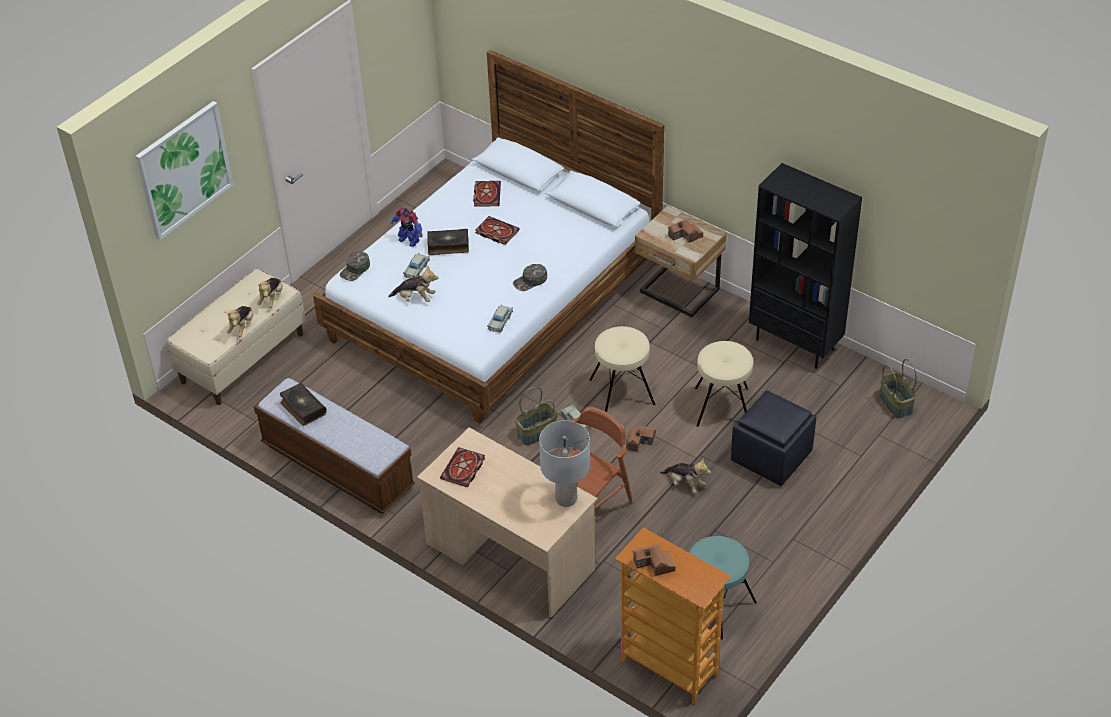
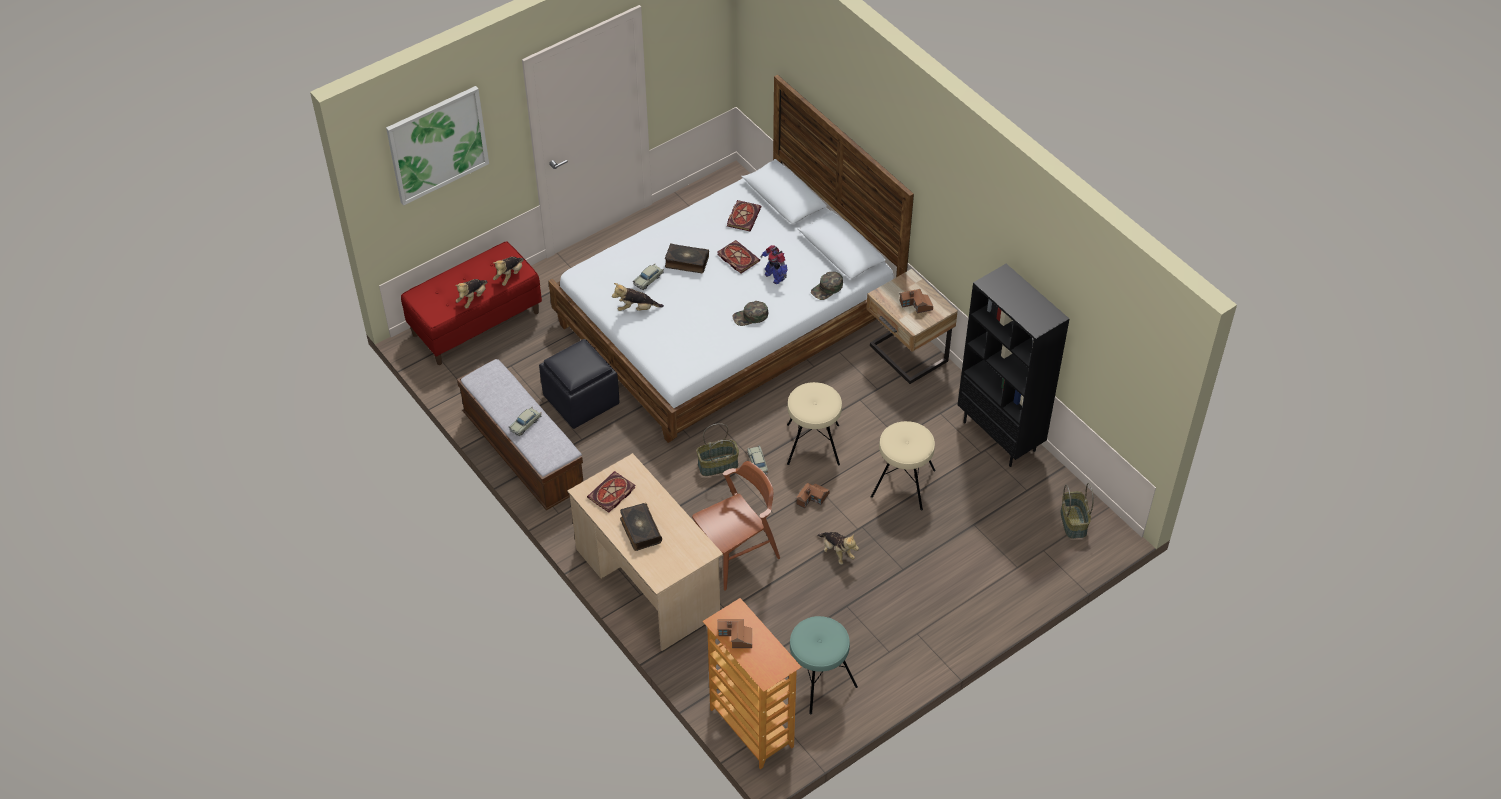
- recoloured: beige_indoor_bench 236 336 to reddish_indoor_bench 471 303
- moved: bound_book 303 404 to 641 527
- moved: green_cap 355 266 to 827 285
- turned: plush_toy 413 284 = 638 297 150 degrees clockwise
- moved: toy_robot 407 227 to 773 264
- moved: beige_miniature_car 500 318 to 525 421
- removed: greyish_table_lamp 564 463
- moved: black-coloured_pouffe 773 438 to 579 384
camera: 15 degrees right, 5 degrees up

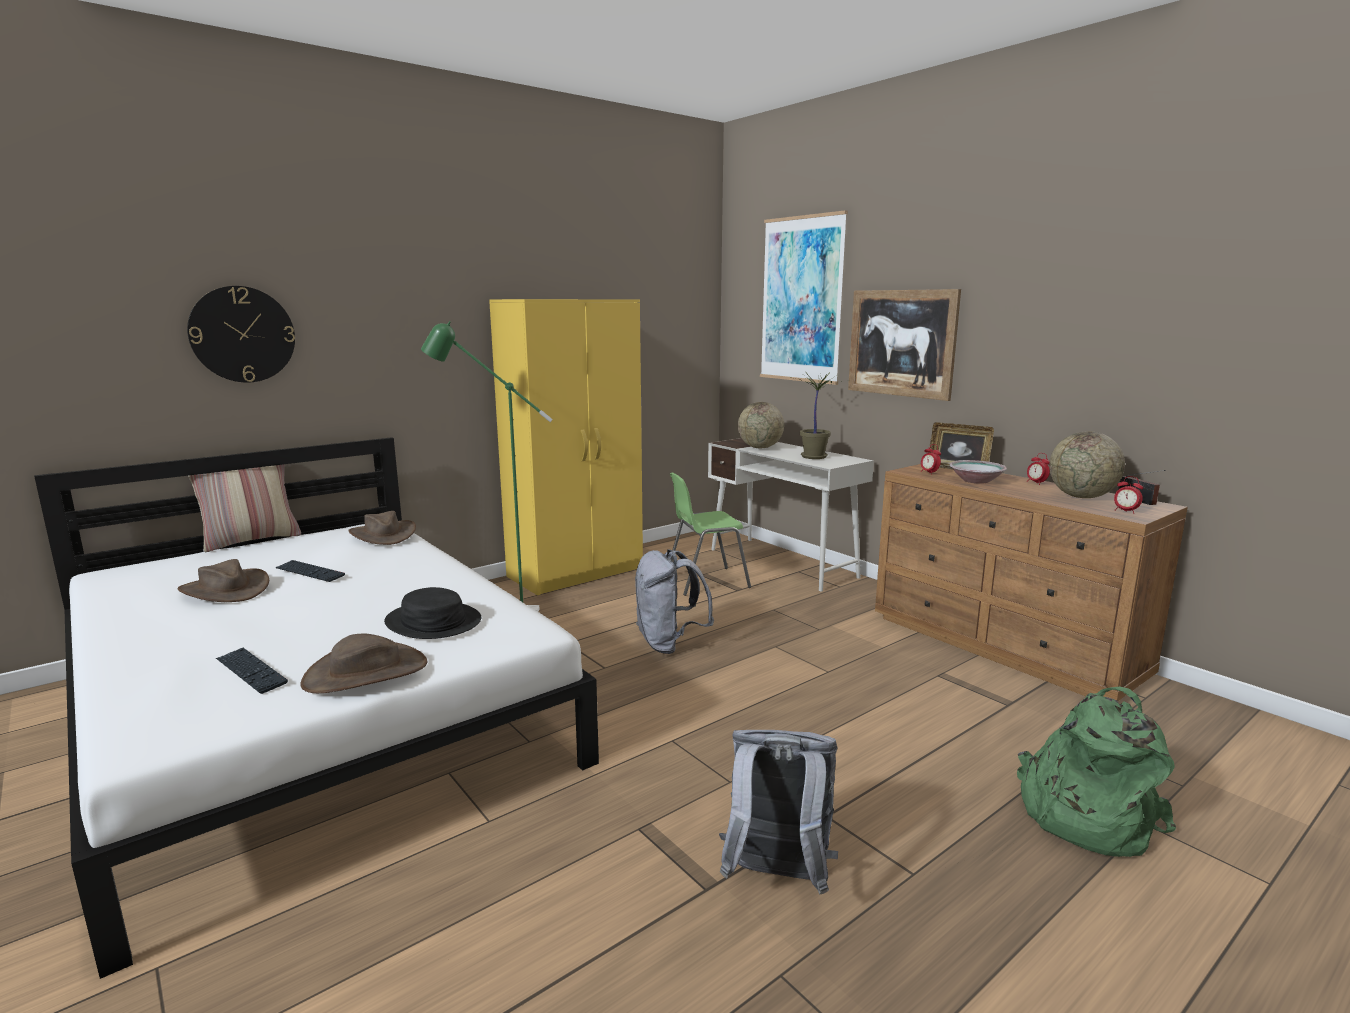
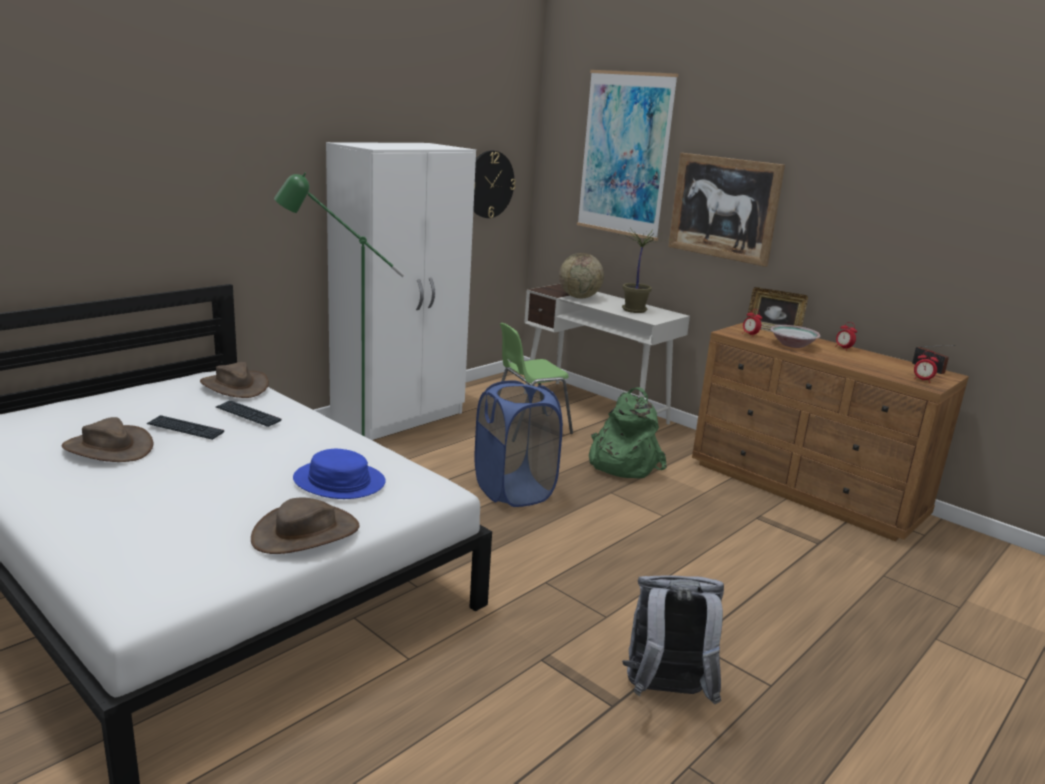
- moved: wall_clock 241 334 to 494 184
- removed: pillow 244 508
- moved: keyboard 252 671 to 248 413
- recoloured: black-coloured_clothing_hat 432 613 to blue_clothing_hat 339 474
- recoloured: yellowish_clothes_cupboard 566 447 to whitish_clothes_cupboard 401 291
- replaced: greyish_backpack 674 601 to blue_laundry_basket 519 443
- moved: green_backpack 1096 772 to 628 432
- removed: desk_globe 1087 464
camera: 10 degrees left, 5 degrees up

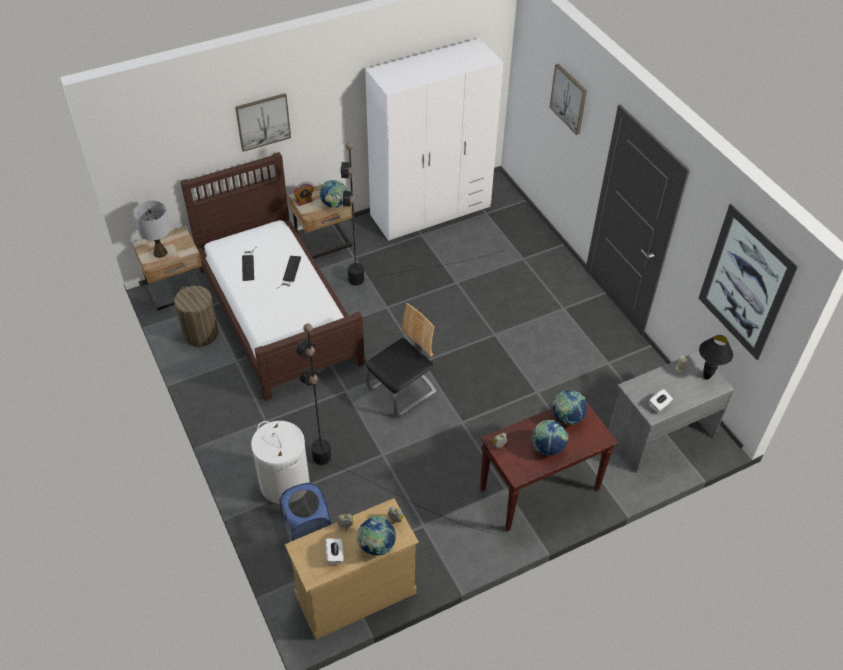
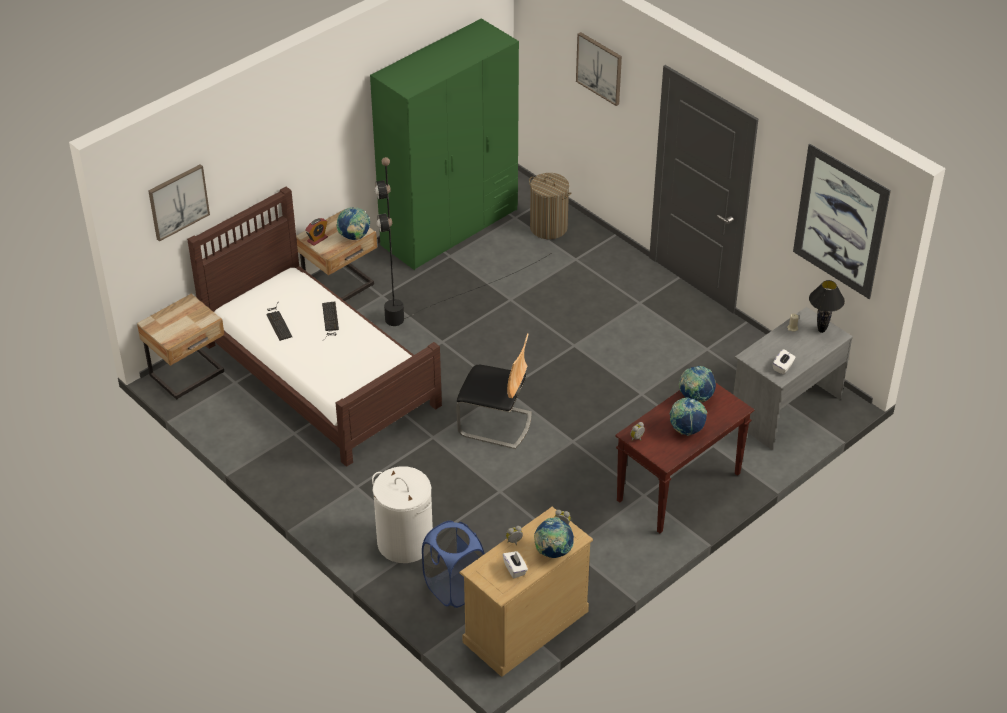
- removed: greyish_table_lamp 151 229
- moved: laundry_basket 196 316 to 550 206
- moved: picture 263 122 to 179 203
- removed: black-coloured_floor_lamp 393 428
- recoloured: whitish_clothes_cupboard 434 139 to green_clothes_cupboard 444 144
- turned: upright_chair 401 360 = 494 391 75 degrees clockwise
camera: 15 degrees left, 5 degrees down

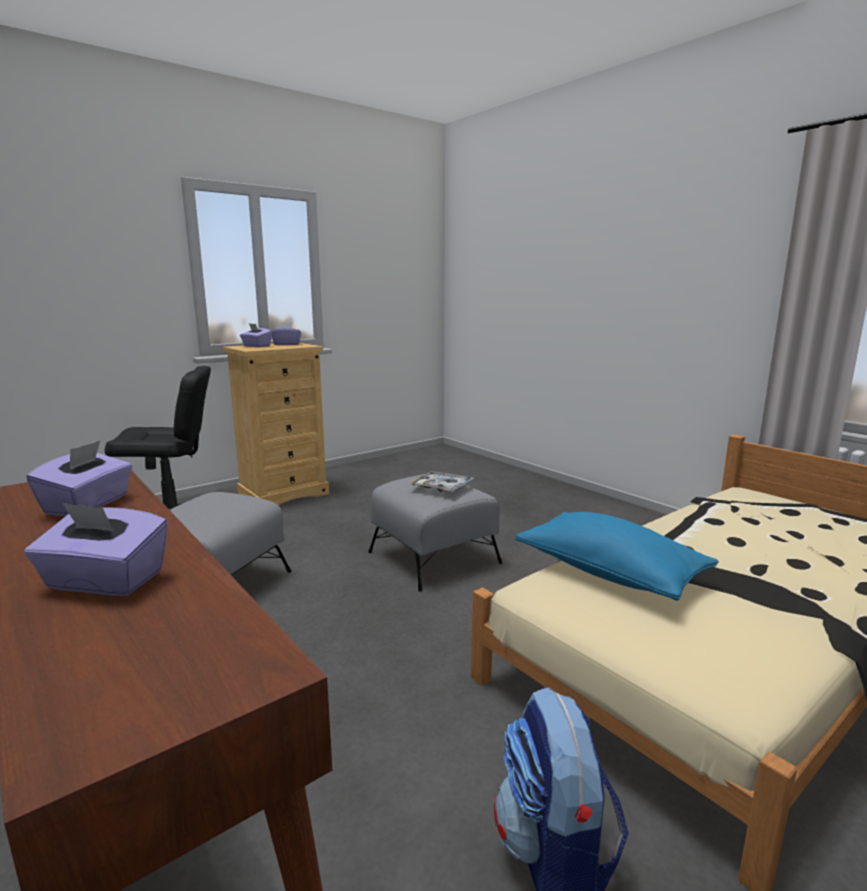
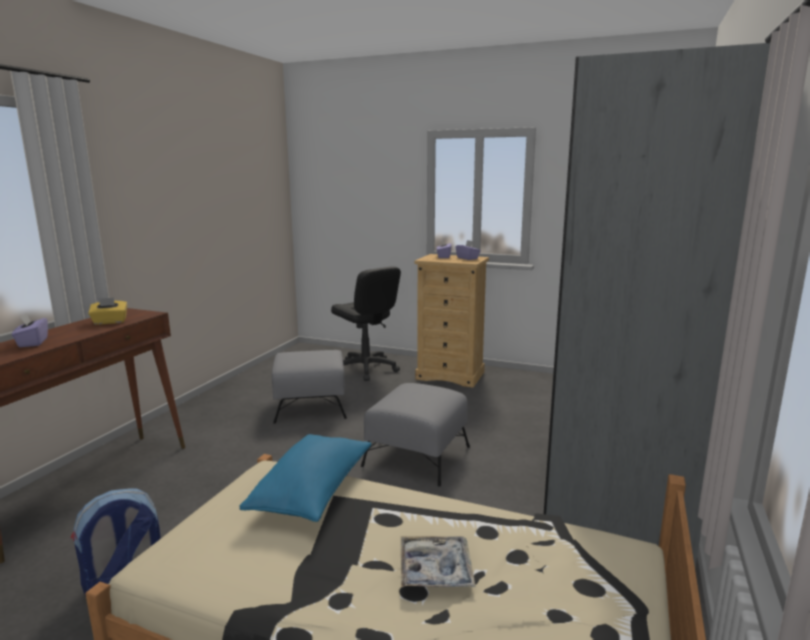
- recoloured: purple-coloured_tissue_box 79 478 to yellowish_tissue_box 108 311
- moved: serving_tray 441 482 to 438 561
- added: greyish_clothes_cupboard 657 305
camera: 60 degrees right, 0 degrees up

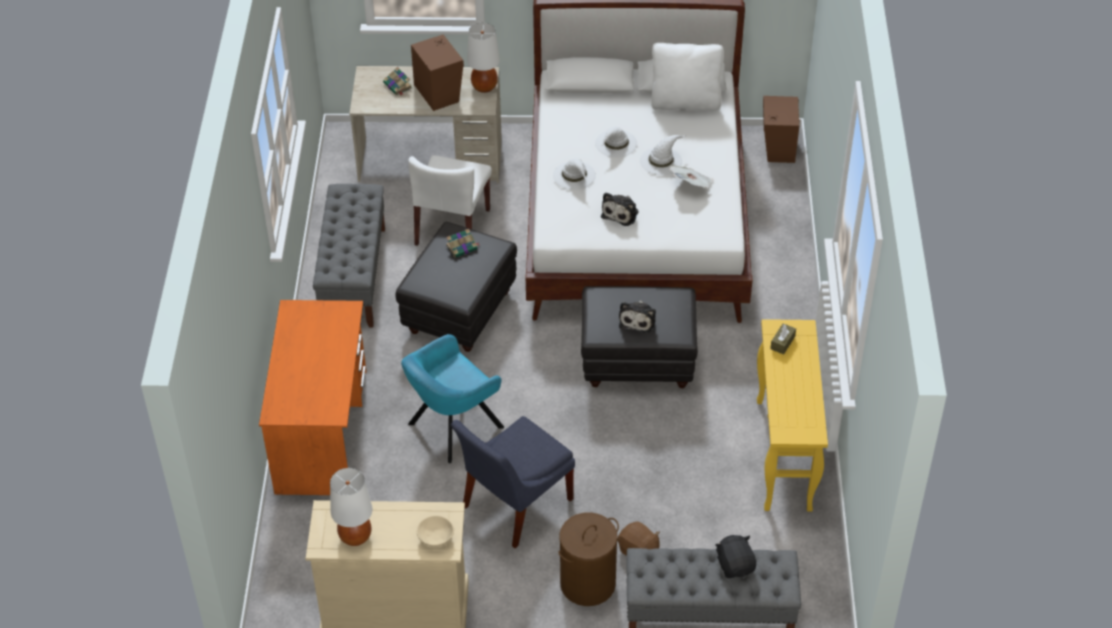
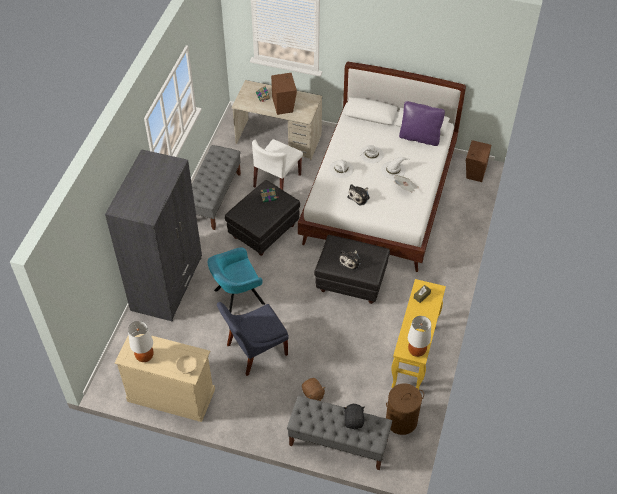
- replaced: orangey_desk 312 397 to greyish_clothes_cupboard 153 235
- moved: whitish_table_lamp 483 58 to 419 336
- moved: brown_laundry_basket 588 559 to 405 409
- recoloured: whitish_pillow 687 77 to purple-coloured_pillow 422 123
camera: 15 degrees right, 5 degrees up

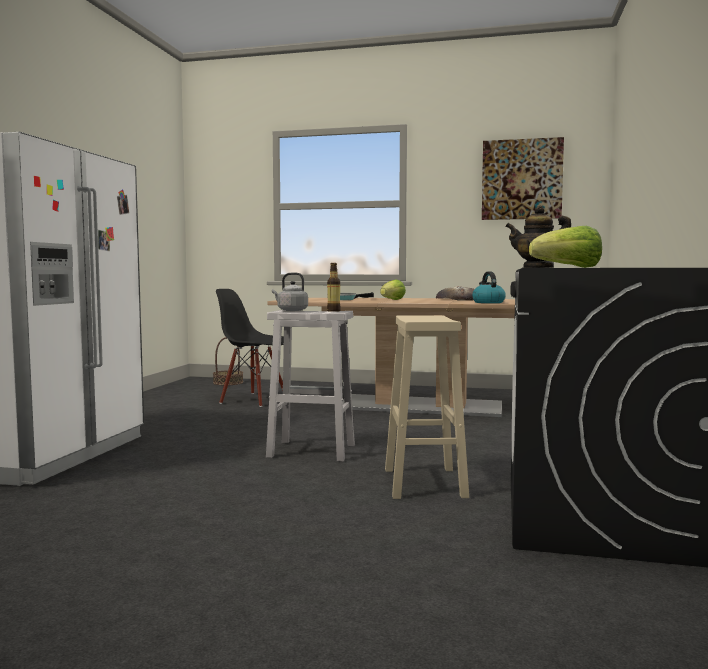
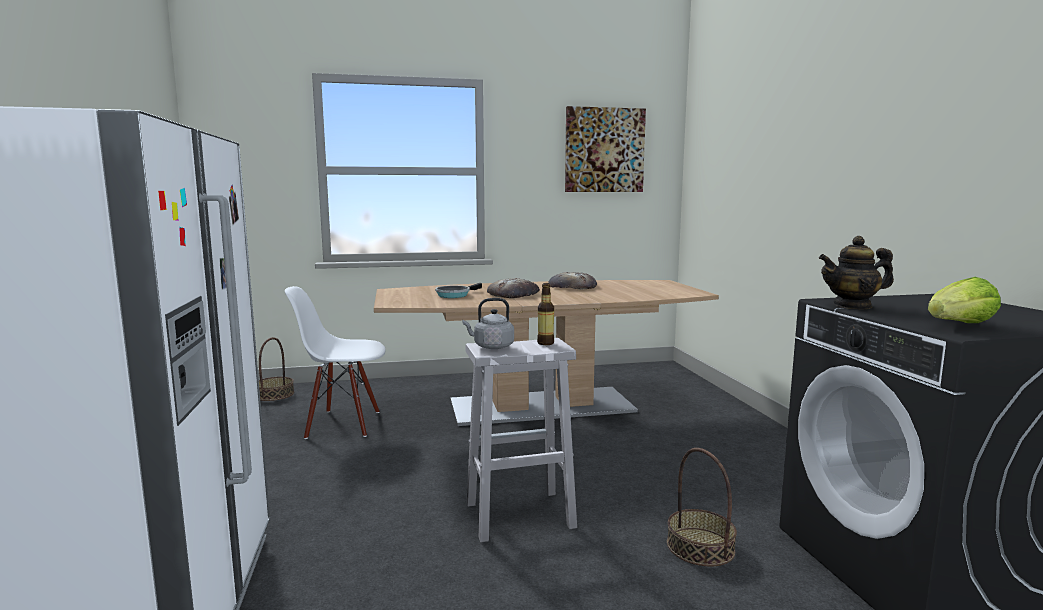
- recoloured: black-coloured_upright_chair 250 348 to whitish_upright_chair 335 362
- replaced: lettuce_head 393 290 to bakery_bread 513 288
- replaced: beige_stool_seat 427 407 to household_basket 702 507
- removed: water_kettle 489 287
camera: 25 degrees left, 5 degrees up

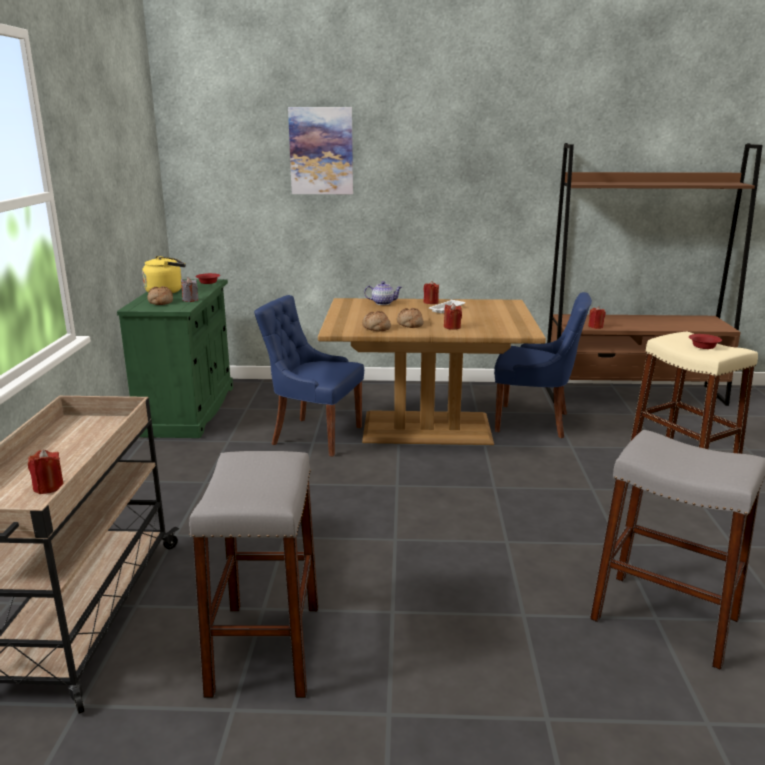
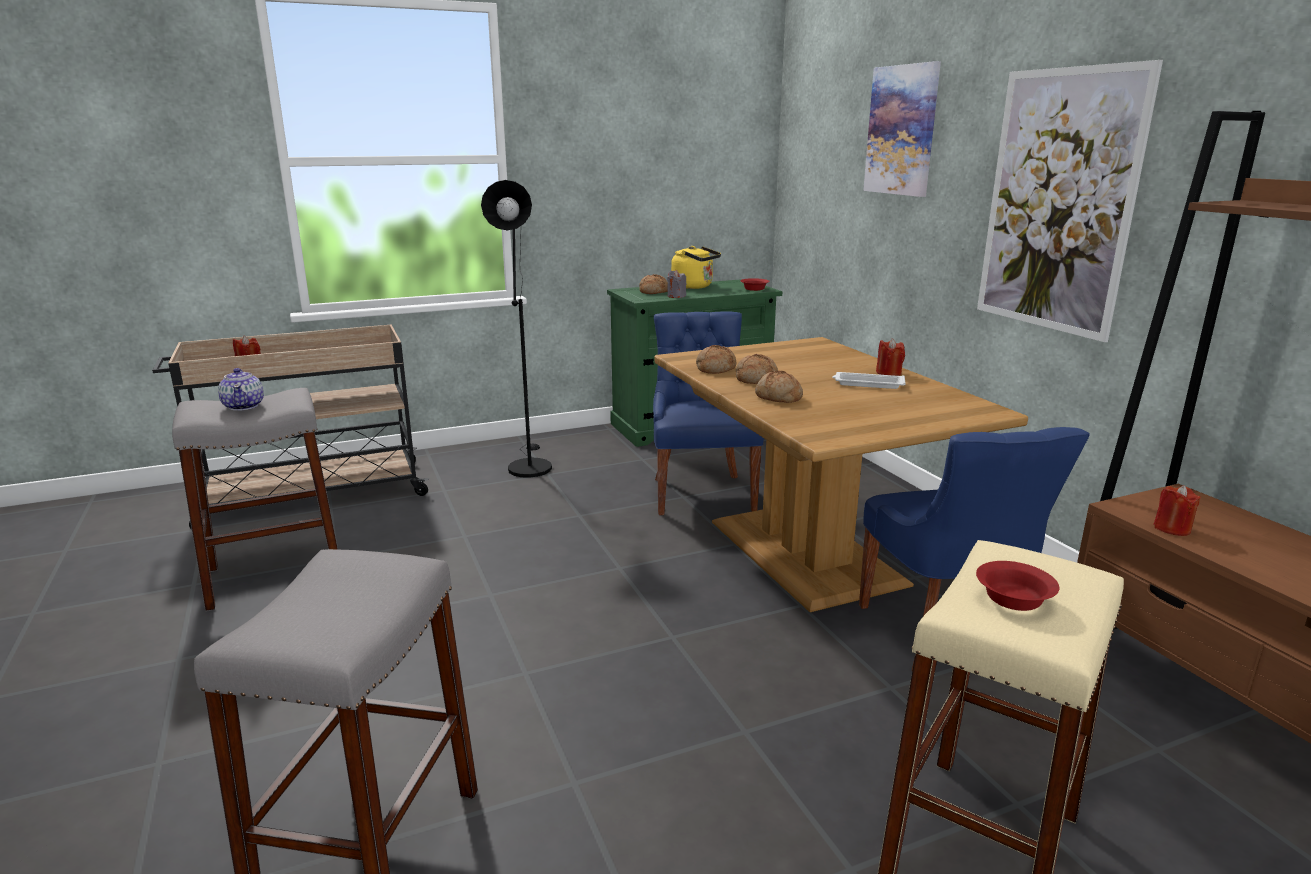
- moved: teapot 383 293 to 241 389
- replaced: reddish_candle 453 316 to bakery_bread 779 387
- added: black-coloured_floor_lamp 516 329
- added: picture 1070 201
camera: 65 degrees right, 0 degrees up

